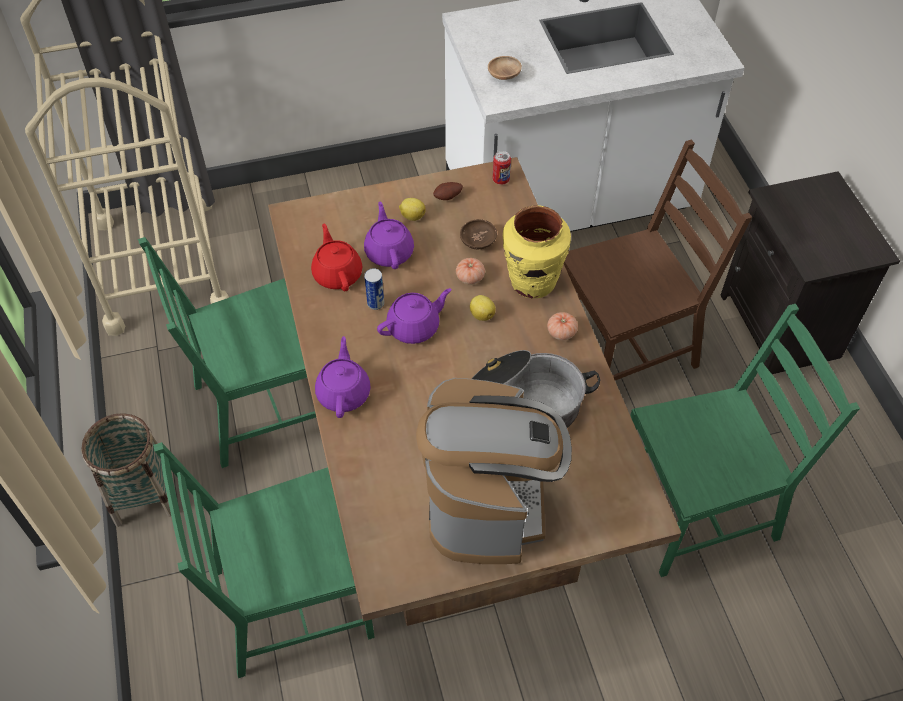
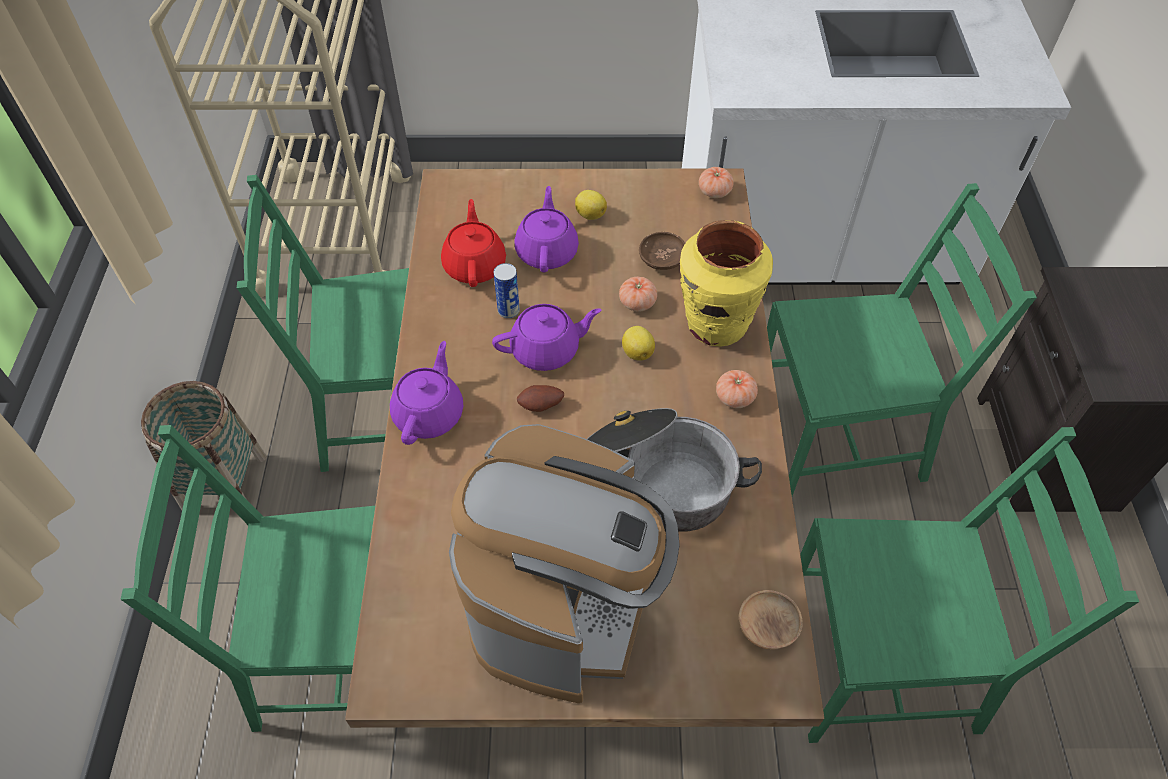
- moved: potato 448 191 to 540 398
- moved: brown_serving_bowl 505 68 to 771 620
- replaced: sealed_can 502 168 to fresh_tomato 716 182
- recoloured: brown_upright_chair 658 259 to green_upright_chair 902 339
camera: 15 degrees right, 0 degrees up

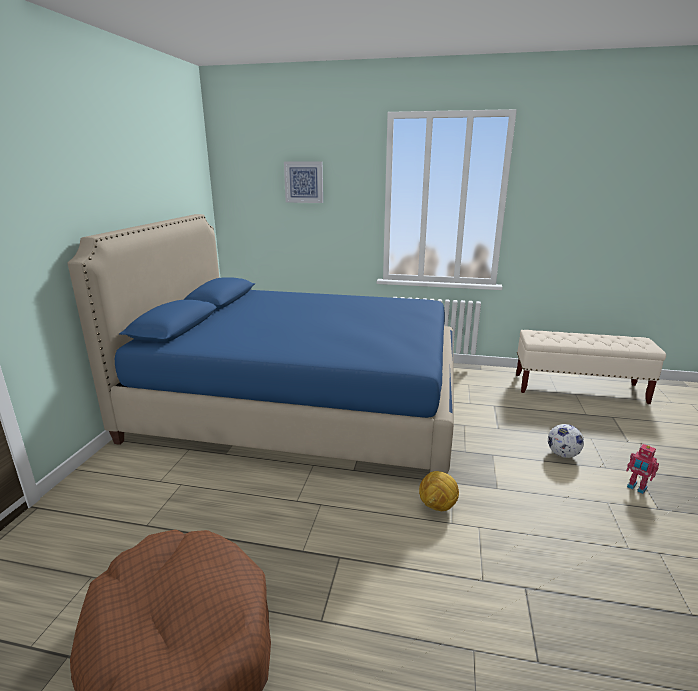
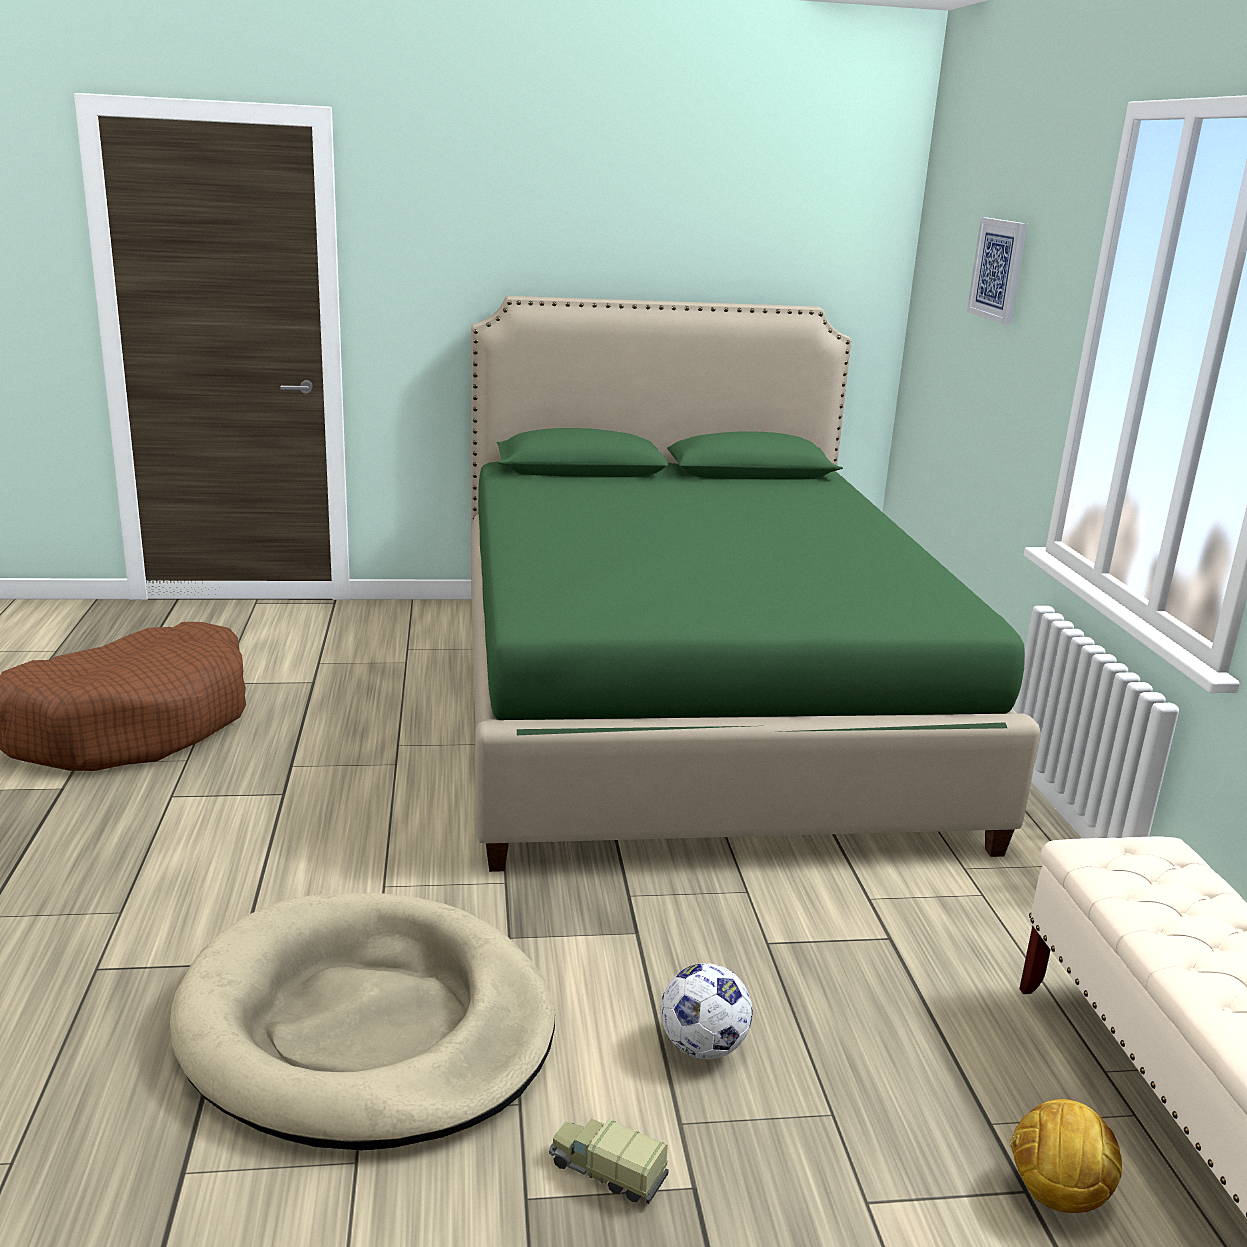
- recoloured: blue_sleeping_bed 261 344 to green_sleeping_bed 755 584
- moved: football 439 491 to 1065 1156
- replaced: toy_robot 642 469 to toy_truck 609 1161
- added: beige_pet_bed 362 1021
camera: 70 degrees right, 0 degrees up

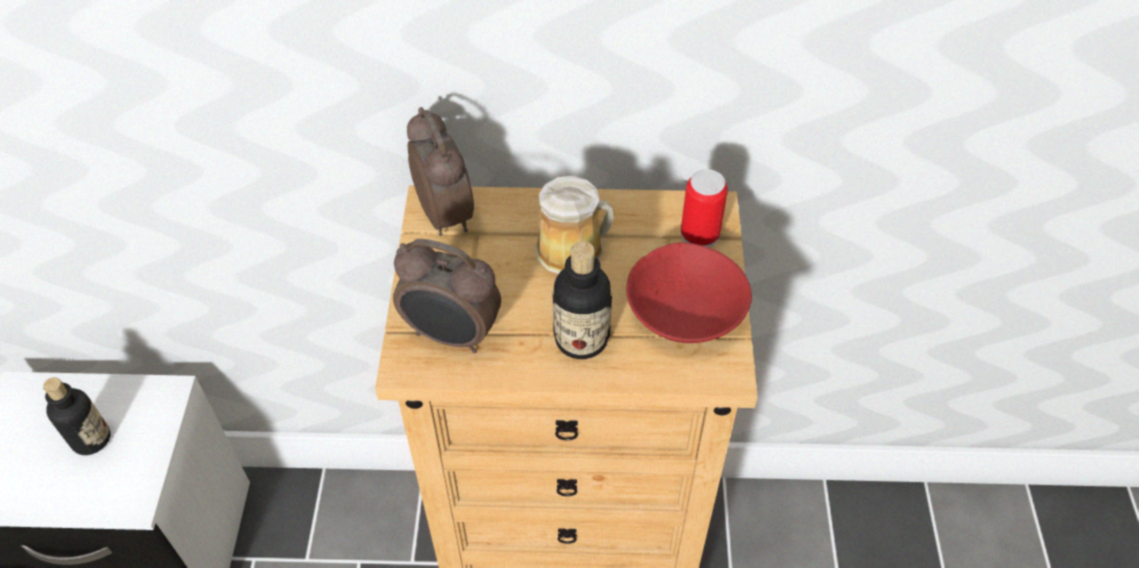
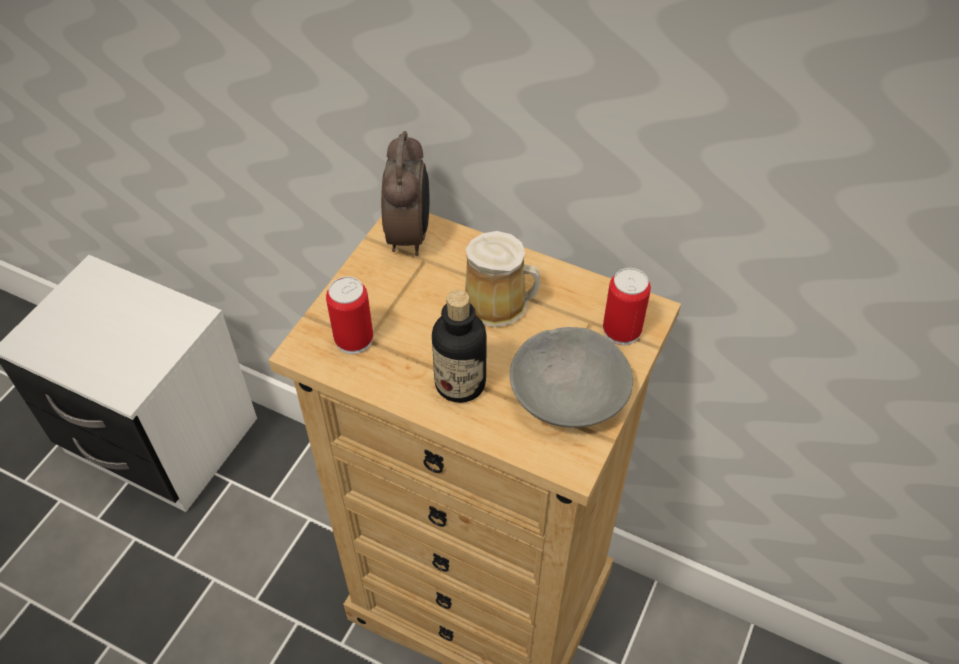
- removed: beverage_bottle 76 416
- replaced: alarm_clock 447 296 to sealed_can 349 315
- recoloured: reddish_serving_bowl 689 292 to greyish_serving_bowl 571 377
camera: 25 degrees right, 0 degrees up

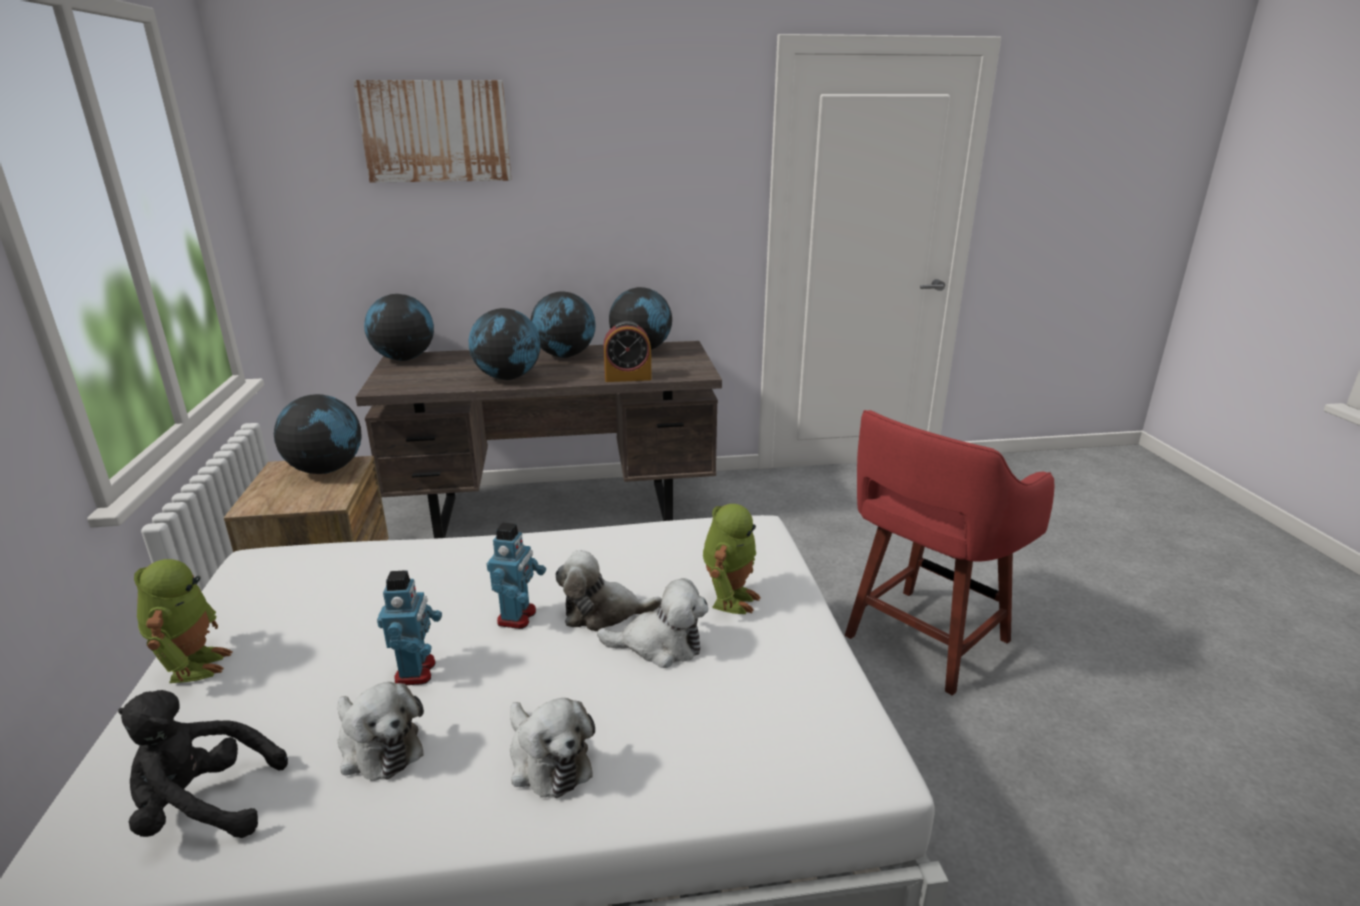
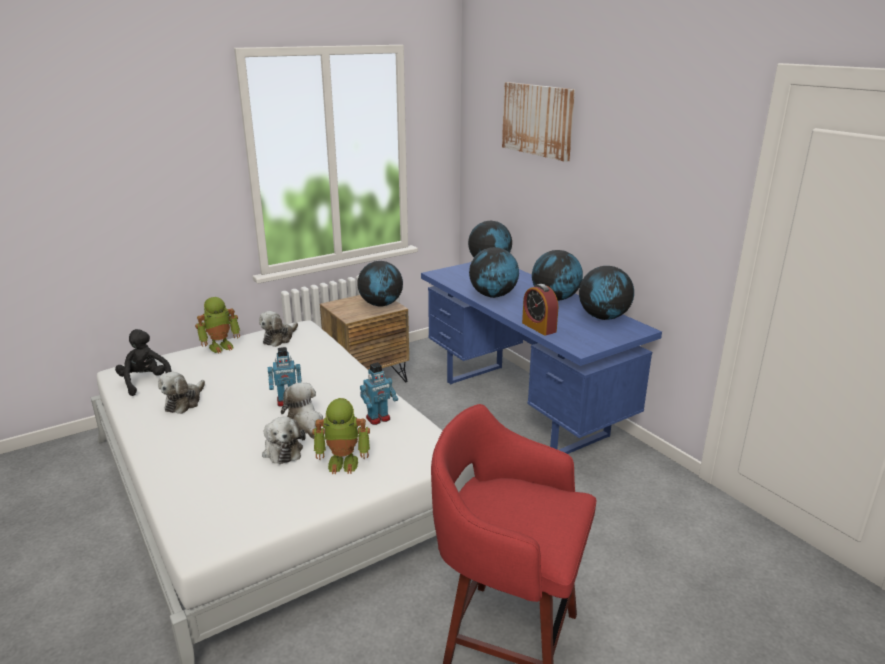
- recoloured: brown_desk 538 440 to blue_desk 541 358
- moved: toy_robot 409 628 to 379 393
- moved: plush_toy 552 748 to 278 329
camera: 65 degrees right, 0 degrees up

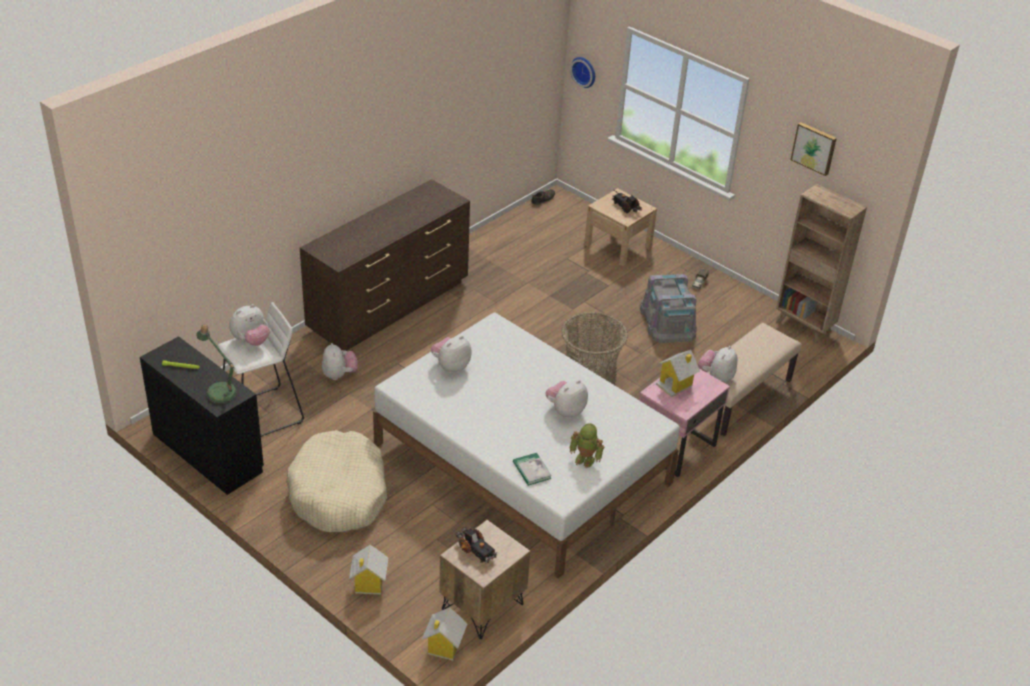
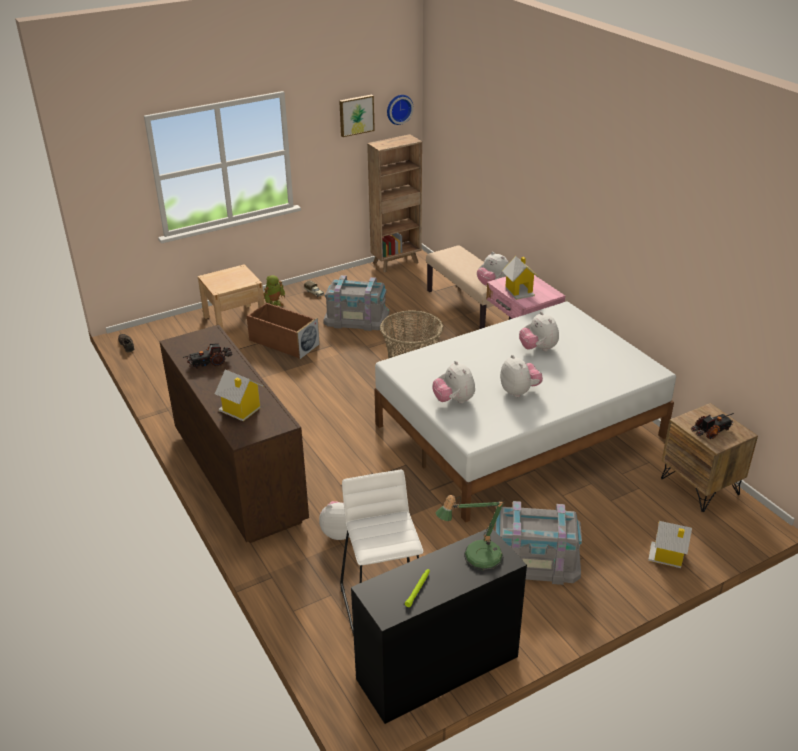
- moved: plush_toy 249 325 to 521 376
- replaced: beige_pet_bed 336 481 to greyish_storage_bin 538 543
- moved: model_house 445 634 to 239 395
- removed: bound_book 532 469
- moved: toy_robot 587 445 to 274 290
- moved: wall_clock 582 72 to 400 110
- moved: toy_truck 627 201 to 208 356
- added: brown_storage_bin 283 331
camera: 70 degrees left, 5 degrees down

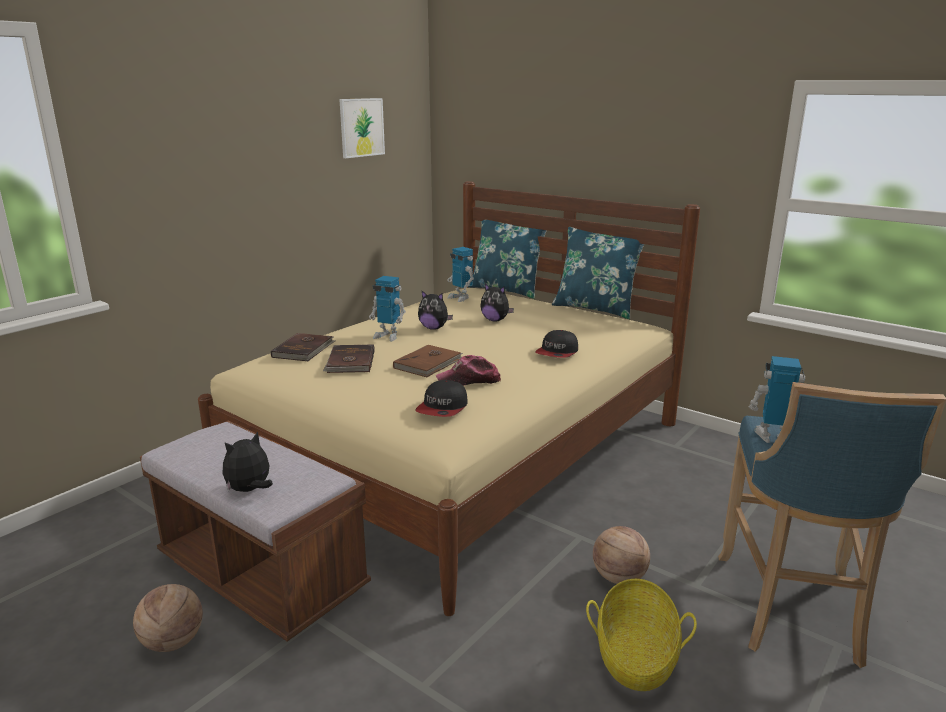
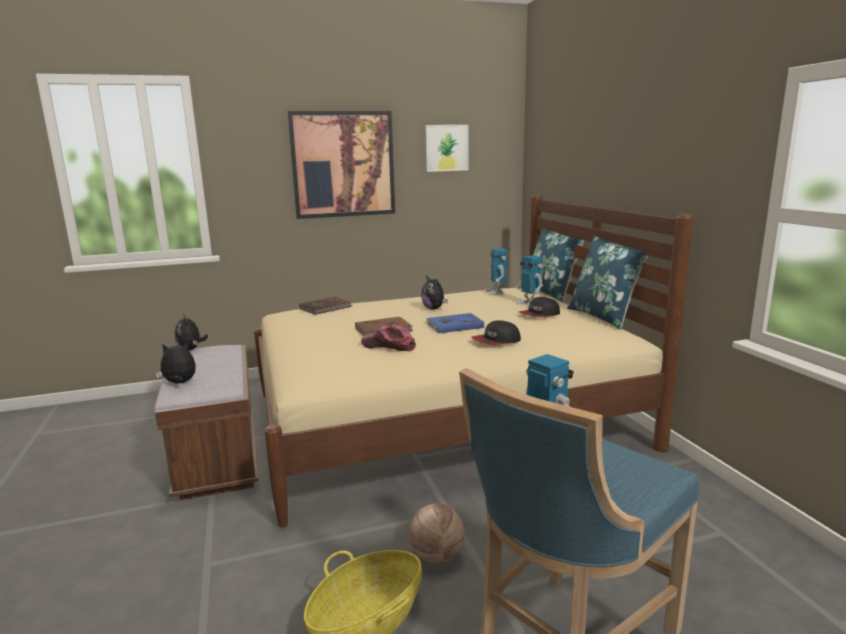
- removed: basketball_ball 168 618
- removed: brown_bound_book 348 358
- moved: toy_robot 387 308 to 529 281
- moved: cap 441 398 to 539 307
- moved: plush_toy 497 302 to 191 332
- added: picture 341 165
- added: blue_bound_book 455 323
camera: 35 degrees right, 5 degrees down

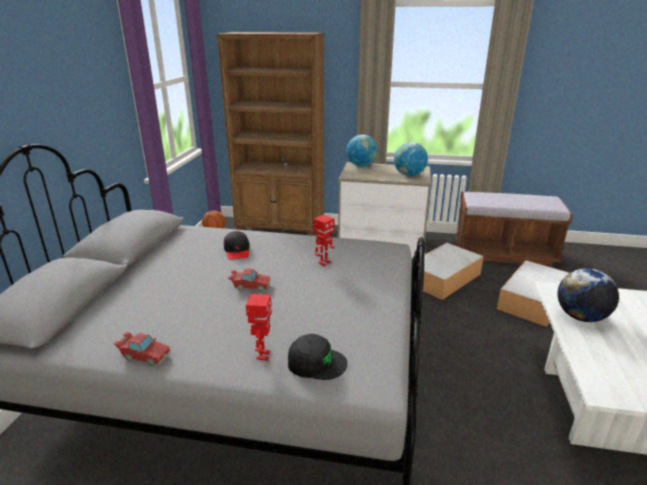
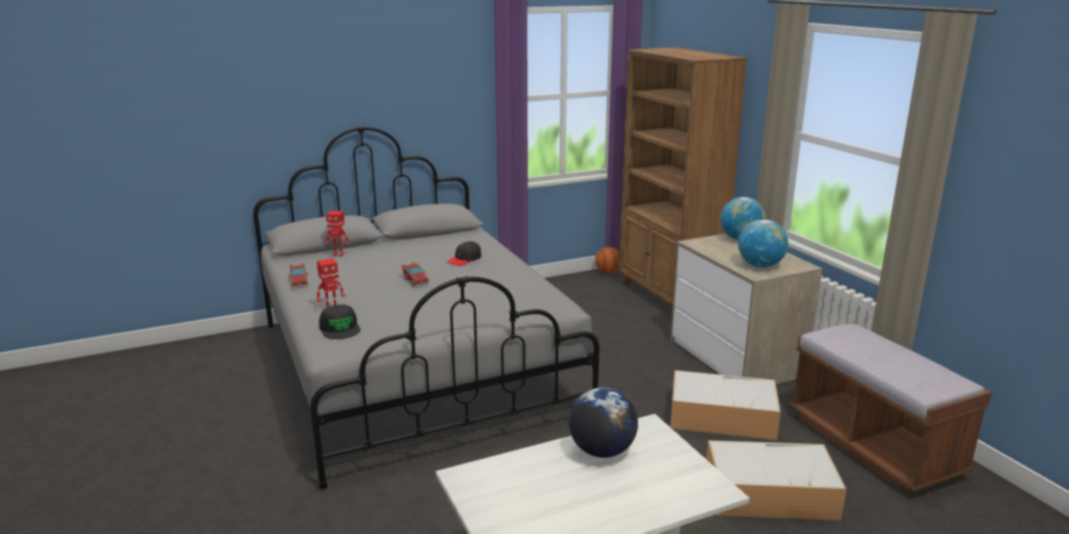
- moved: toy_robot 324 240 to 337 234
camera: 55 degrees right, 5 degrees down

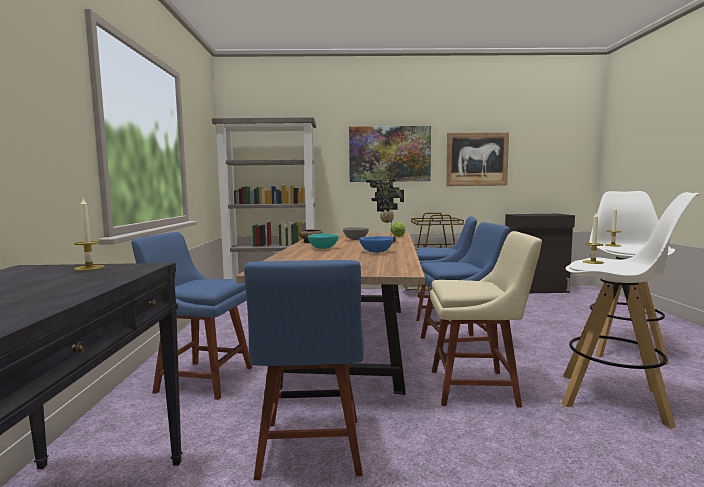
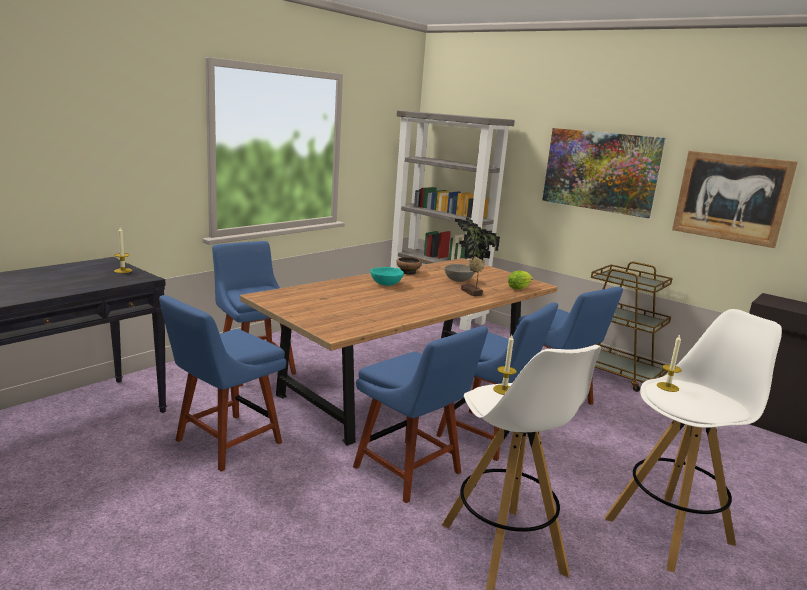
- removed: blue_serving_bowl 376 244
- recoloured: beige_upright_chair 486 319 to blue_upright_chair 420 415
camera: 40 degrees right, 10 degrees up

